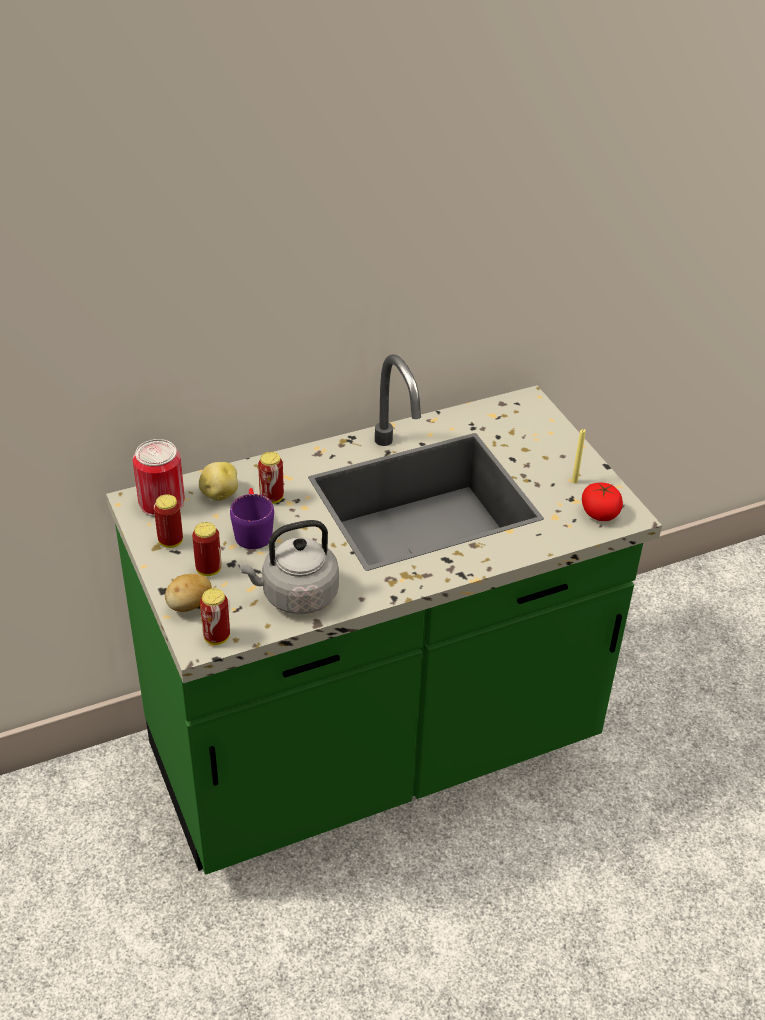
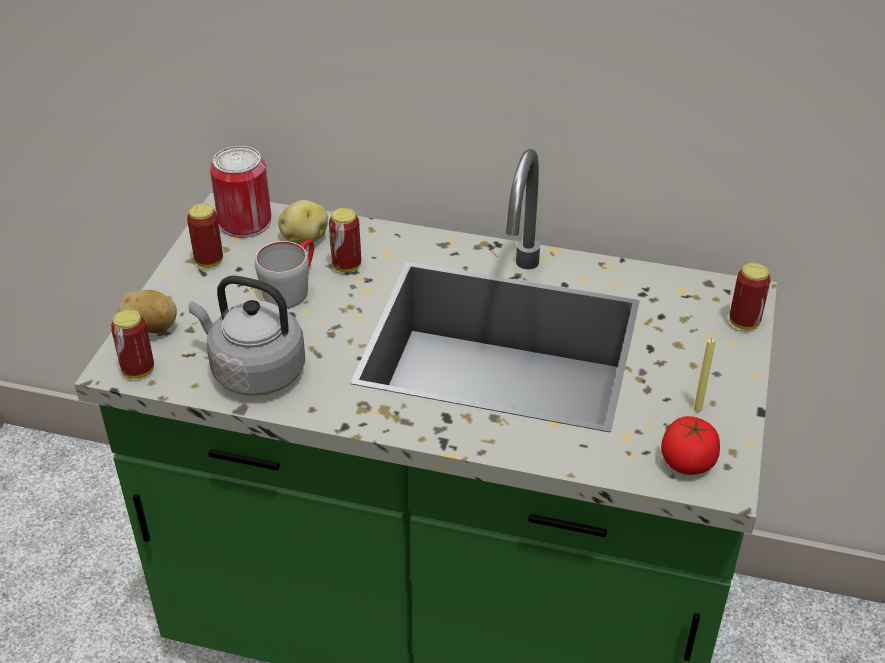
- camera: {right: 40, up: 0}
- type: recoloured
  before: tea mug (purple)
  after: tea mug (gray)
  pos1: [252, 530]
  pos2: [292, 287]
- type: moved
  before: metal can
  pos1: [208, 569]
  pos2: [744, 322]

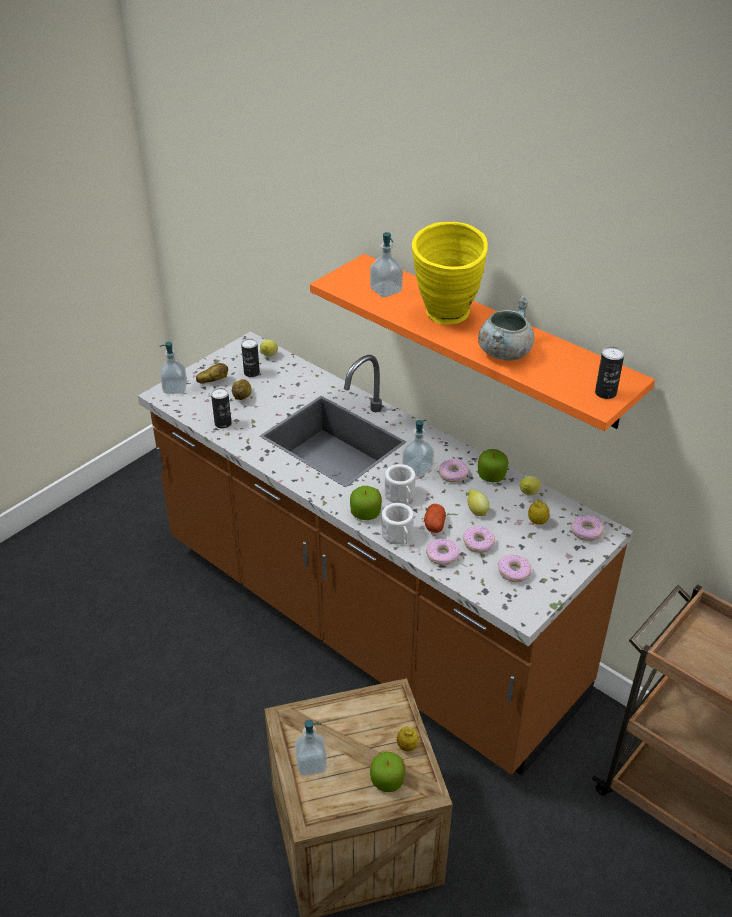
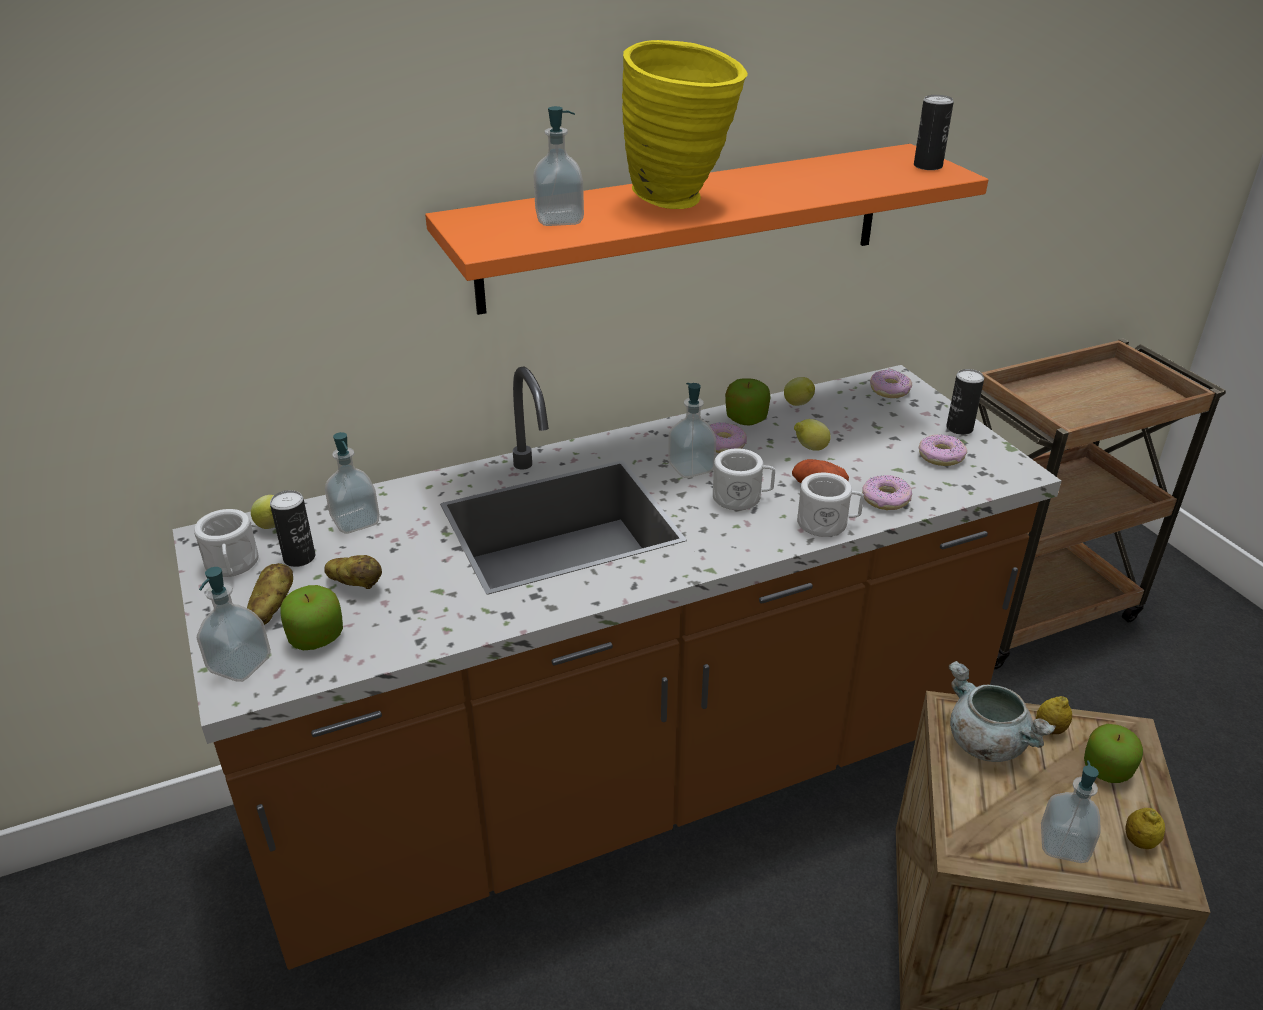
- camera: {right: -65, up: -5}
- type: moved
  before: saucepot (gray)
  pos1: [504, 352]
  pos2: [985, 742]
- type: moved
  before: metal can
  pos1: [223, 423]
  pos2: [959, 428]
- type: moved
  before: apple
  pos1: [365, 513]
  pos2: [316, 637]
- type: moved
  before: lemon
  pos1: [537, 521]
  pos2: [1139, 841]
- type: removed
  before: donut
  pos1: [478, 543]
- type: added
  after: soap dispenser
  pos2: [355, 521]
- type: added
  after: tea mug (white)
  pos2: [232, 566]

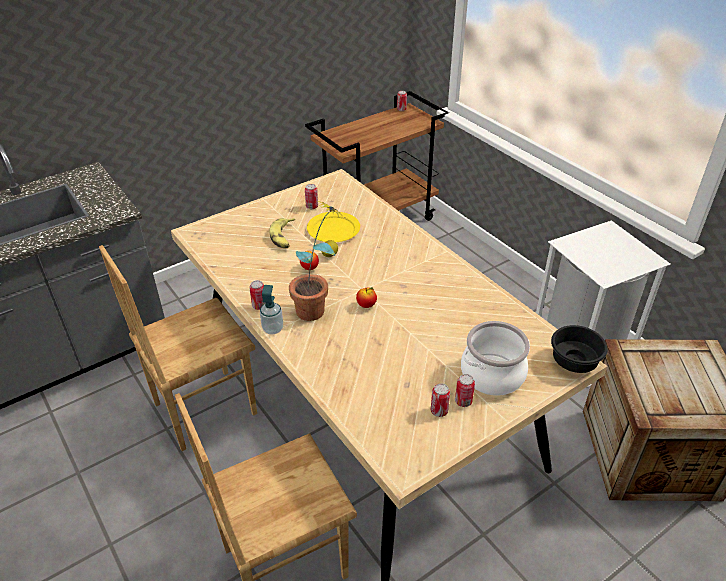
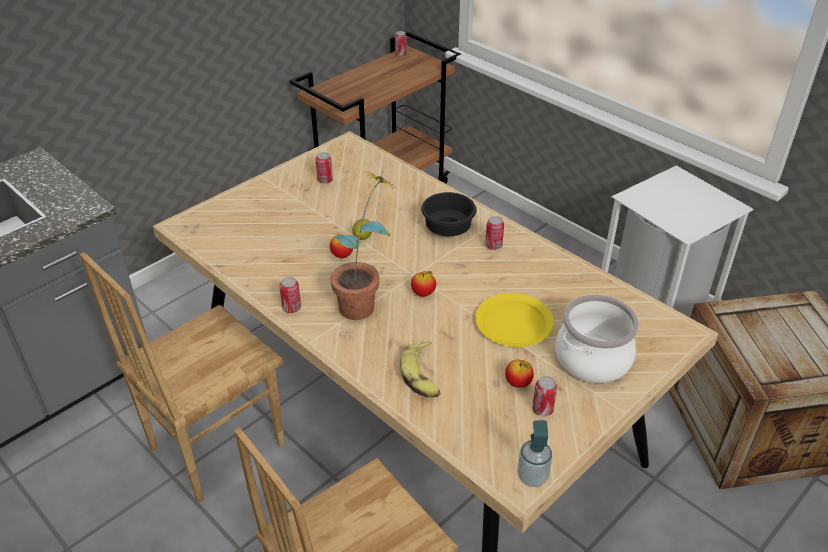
- camera: {right: -10, up: 0}
- type: moved
  before: plate (yellowish)
  pos1: [333, 229]
  pos2: [513, 323]
- type: moved
  before: whole banana
  pos1: [283, 237]
  pos2: [422, 375]
- type: moved
  before: soap dispenser
  pos1: [273, 329]
  pos2: [532, 476]
- type: moved
  before: deep dish (black-coloured)
  pos1: [576, 362]
  pos2: [449, 229]
- type: moved
  before: metal can
  pos1: [463, 401]
  pos2: [493, 246]
- type: added
  after: apple
  pos2: [518, 383]

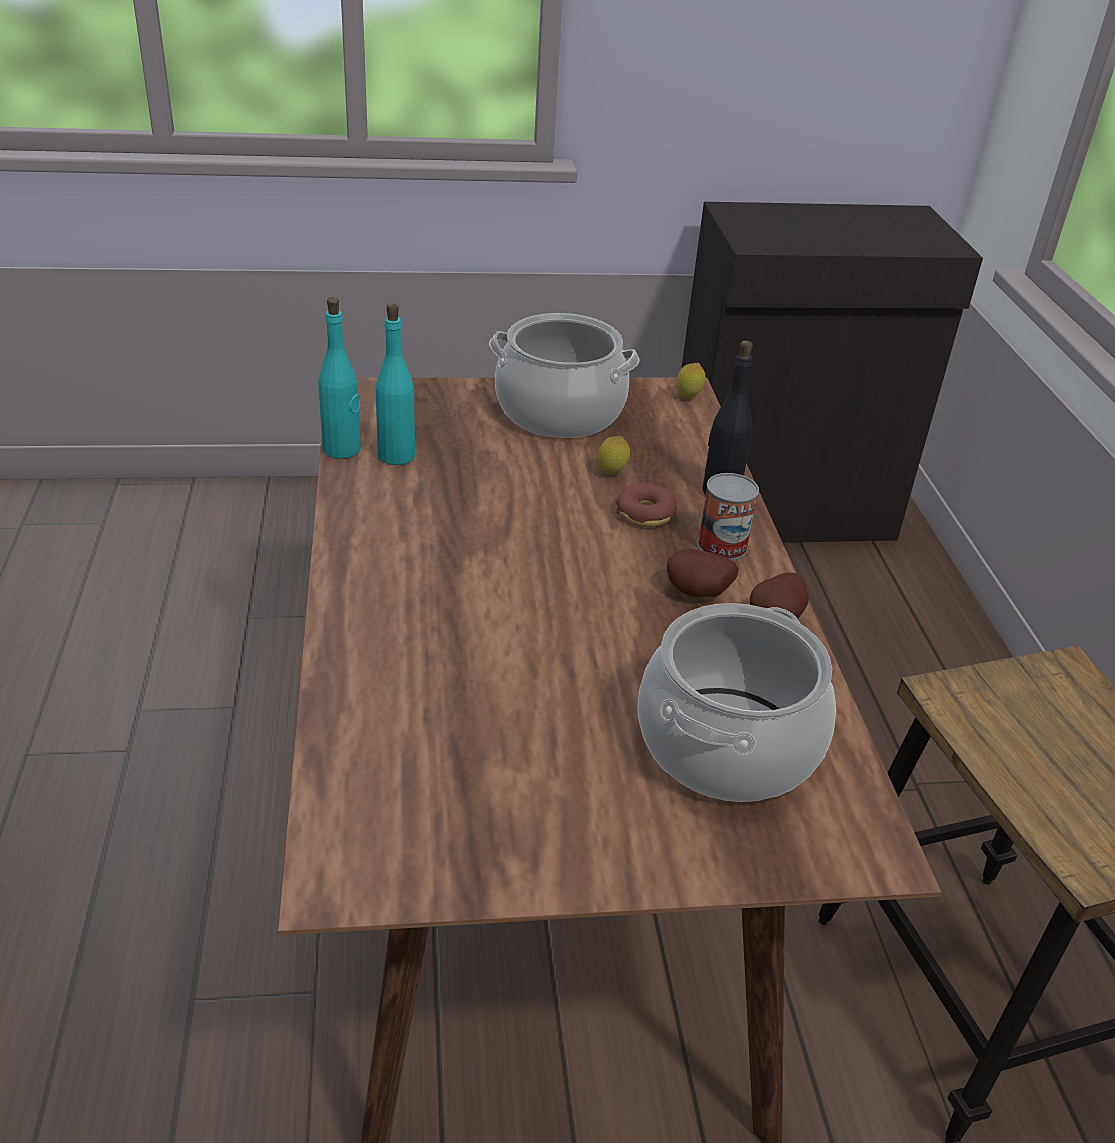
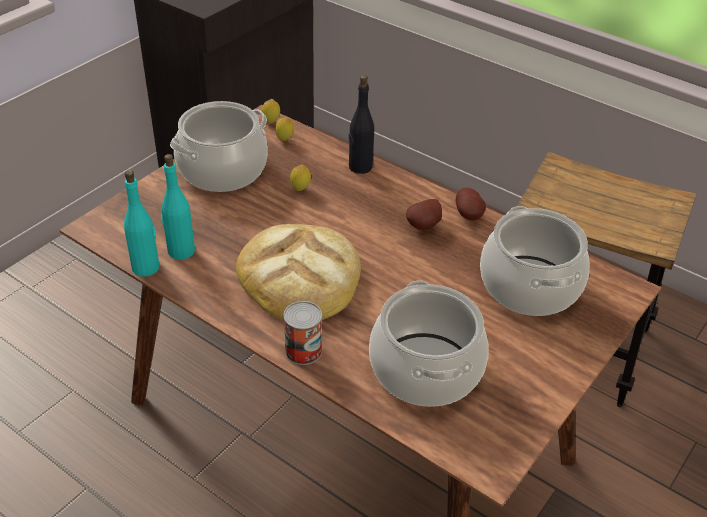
- camera: {right: -45, up: 5}
- type: moved
  before: metal can
  pos1: [722, 545]
  pos2: [303, 351]
- type: removed
  before: donut
  pos1: [645, 513]
- type: added
  after: lemon
  pos2: [285, 140]
- type: added
  after: baked bread
  pos2: [299, 277]
- type: added
  after: saucepot
  pos2: [425, 369]

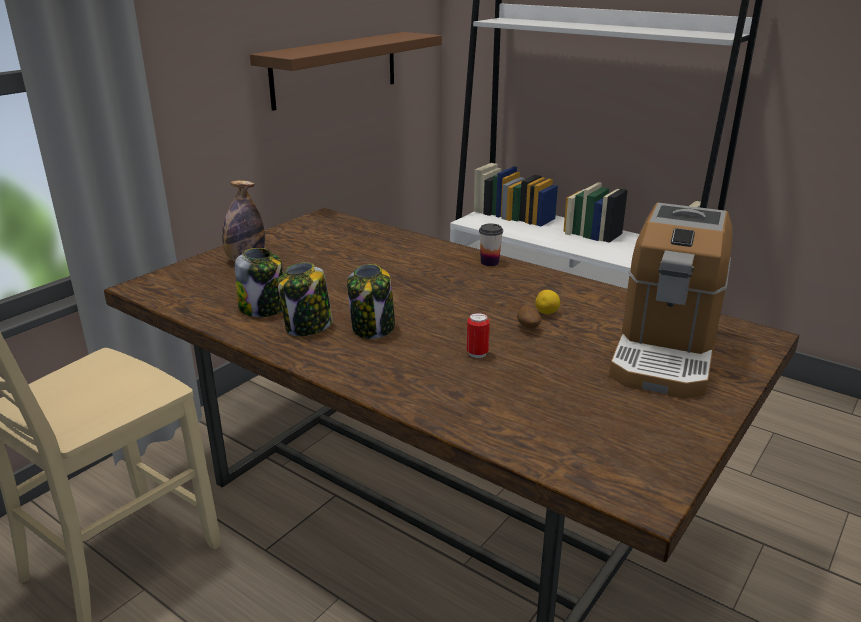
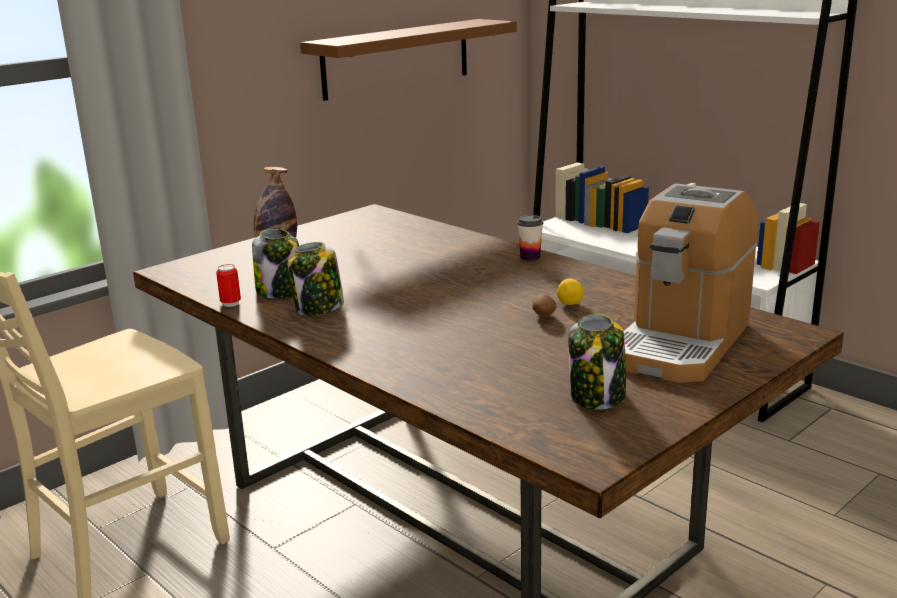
- camera: {right: 10, up: -5}
- type: moved
  before: jar
  pos1: [373, 328]
  pos2: [597, 396]
- type: moved
  before: metal can
  pos1: [477, 353]
  pos2: [230, 303]

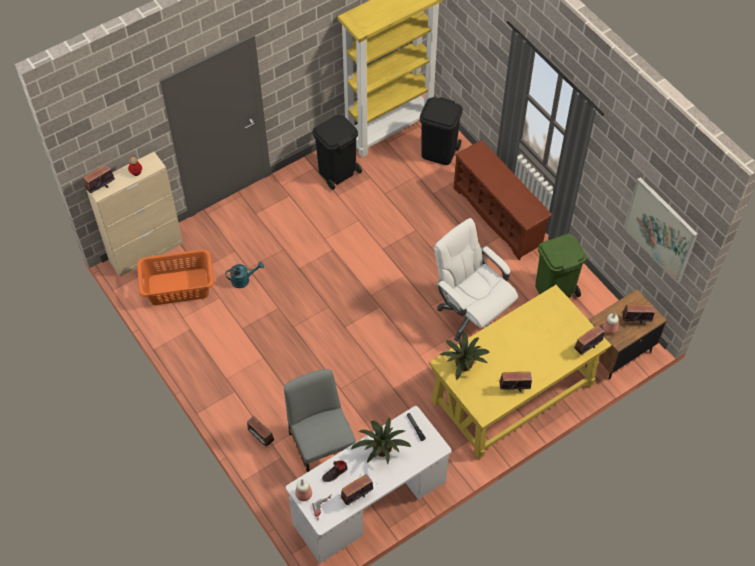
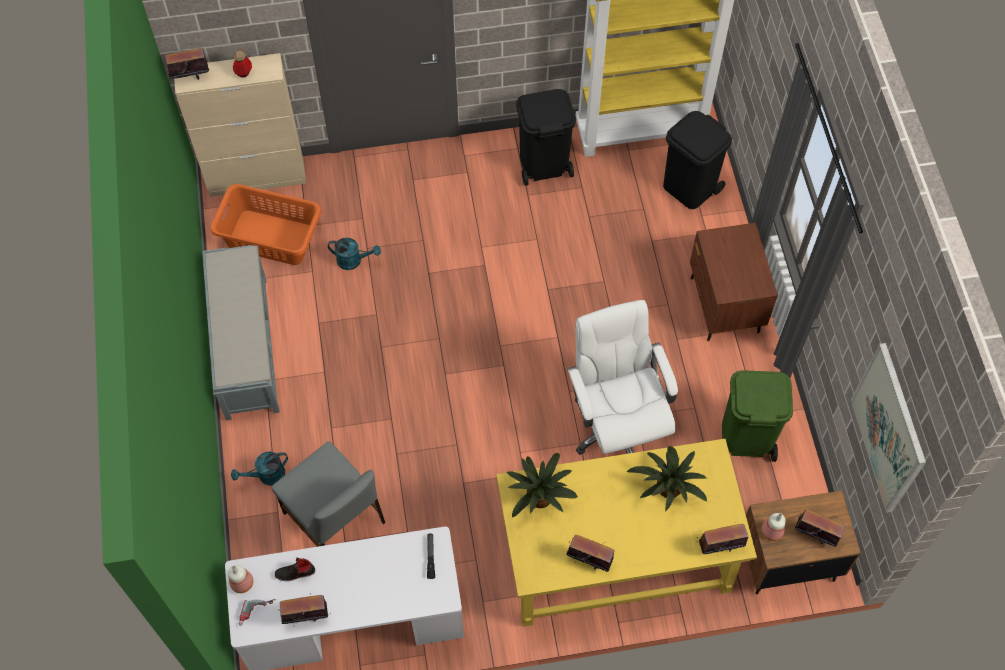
- camera: {right: 25, up: 5}
- type: replaced
  before: shoe stand (brownish)
  after: nightstand (brownish)
  pos1: [499, 216]
  pos2: [724, 306]
- type: turned
  before: plain chair (gray)
  pos1: [322, 446]
  pos2: [334, 520]
  turn: 135
- type: replaced
  before: radio set
  after: watering pot (blue-green)
  pos1: [261, 438]
  pos2: [266, 476]
- type: moved
  before: houseplant
  pos1: [381, 450]
  pos2: [667, 489]
- type: added
  after: bench (gray)
  pos2: [246, 346]

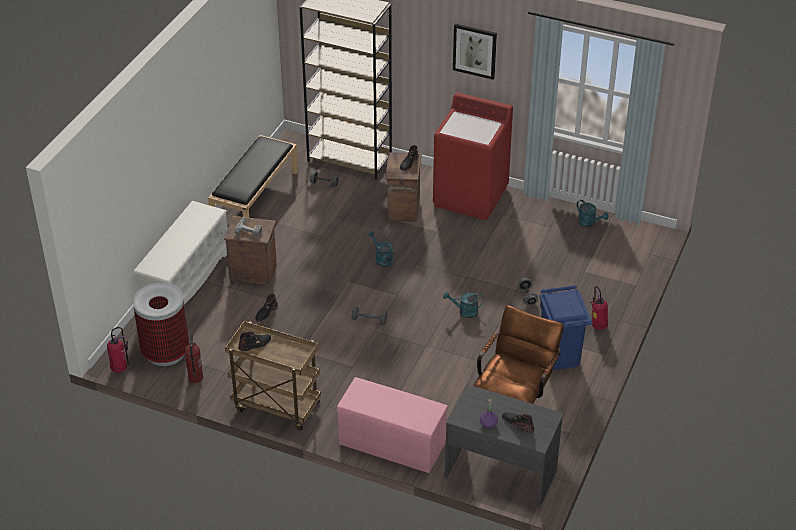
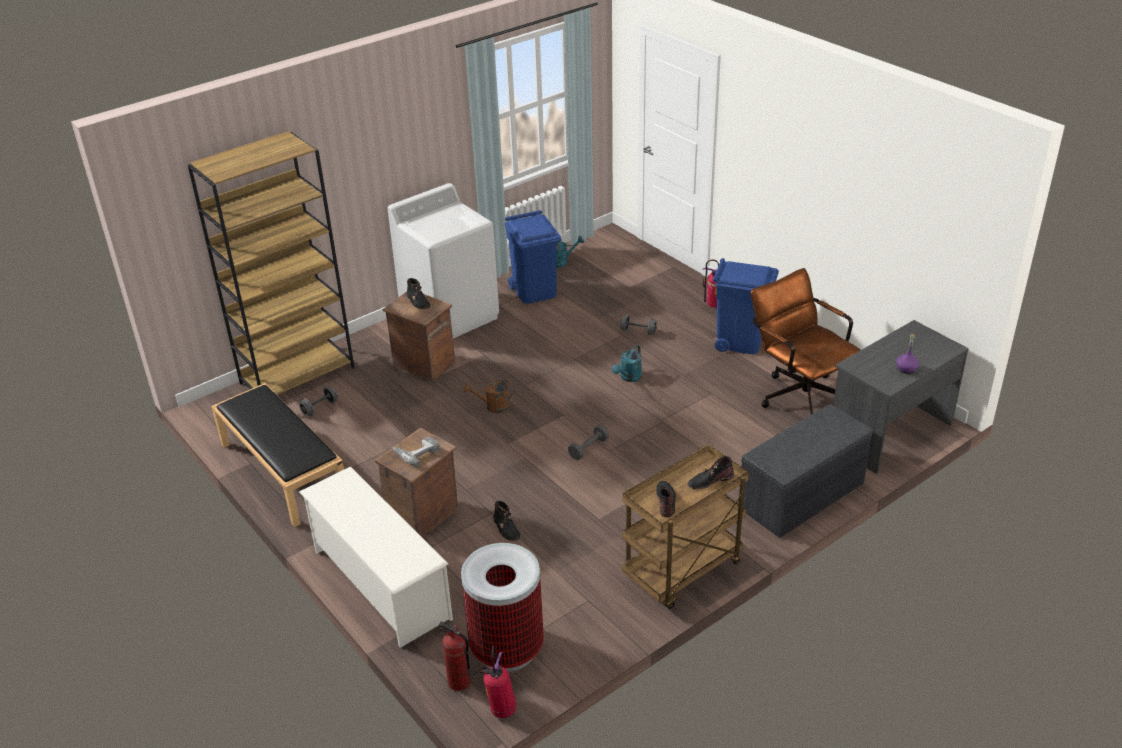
- camera: {right: -60, up: -5}
- type: removed
  before: wall art
  pos1: [475, 50]
- type: recoloured
  before: washing machine (reddish)
  after: washing machine (white)
  pos1: [471, 196]
  pos2: [450, 315]
- type: recoloured
  before: watering pot (blue-green)
  after: watering pot (brownish)
  pos1: [382, 259]
  pos2: [493, 406]
- type: moved
  before: fire-fighting cylinder
  pos1: [195, 378]
  pos2: [458, 682]
- type: recoloured
  before: bench (pink)
  after: bench (gray)
  pos1: [391, 443]
  pos2: [801, 496]
- type: moved
  before: boot (black-coloured)
  pos1: [518, 423]
  pos2: [710, 480]
- type: added
  after: waste bin (blue)
  pos2: [535, 291]

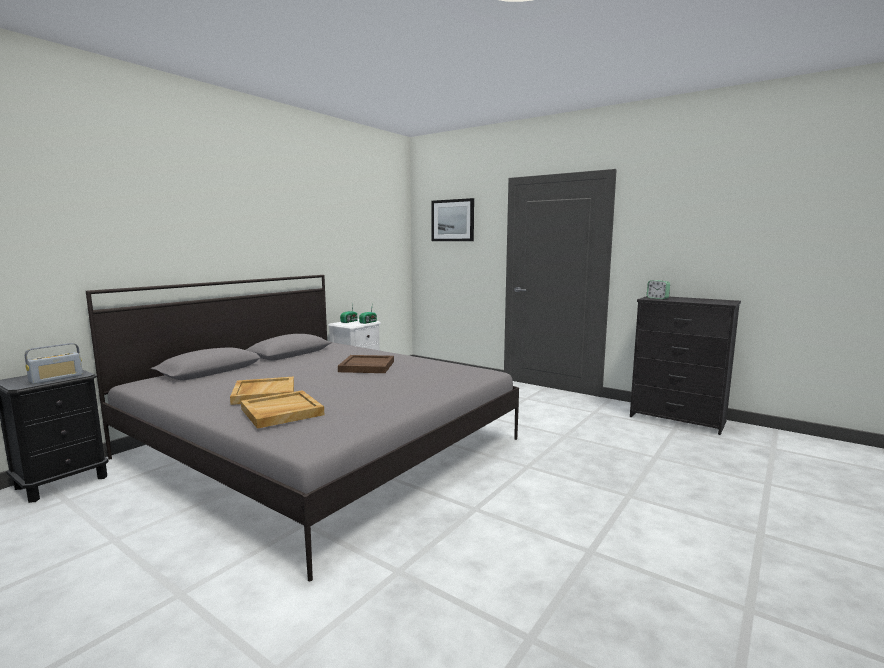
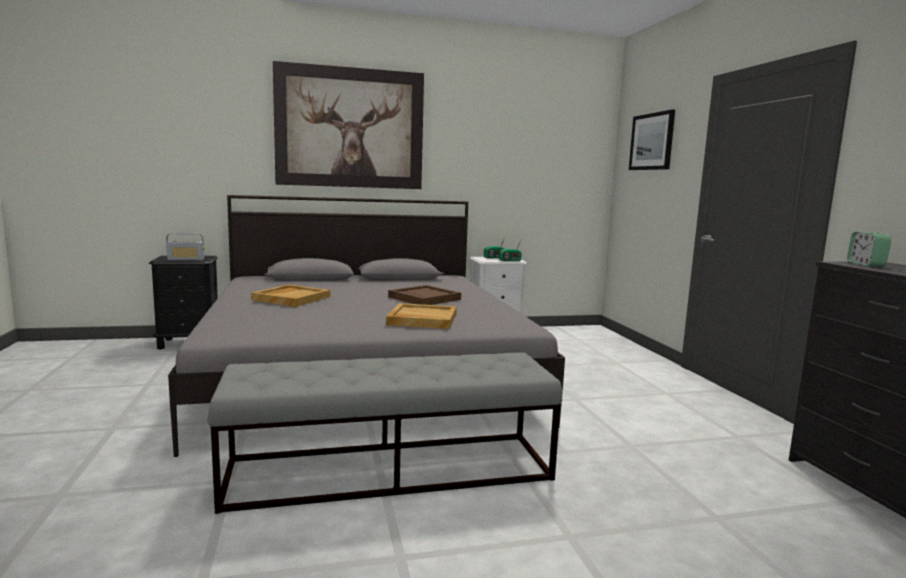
- camera: {right: 40, up: 0}
- type: moved
  before: carrying tray (beige)
  pos1: [281, 412]
  pos2: [422, 319]
- type: added
  after: wall art
  pos2: [350, 128]
- type: added
  after: bench (gray)
  pos2: [391, 470]

